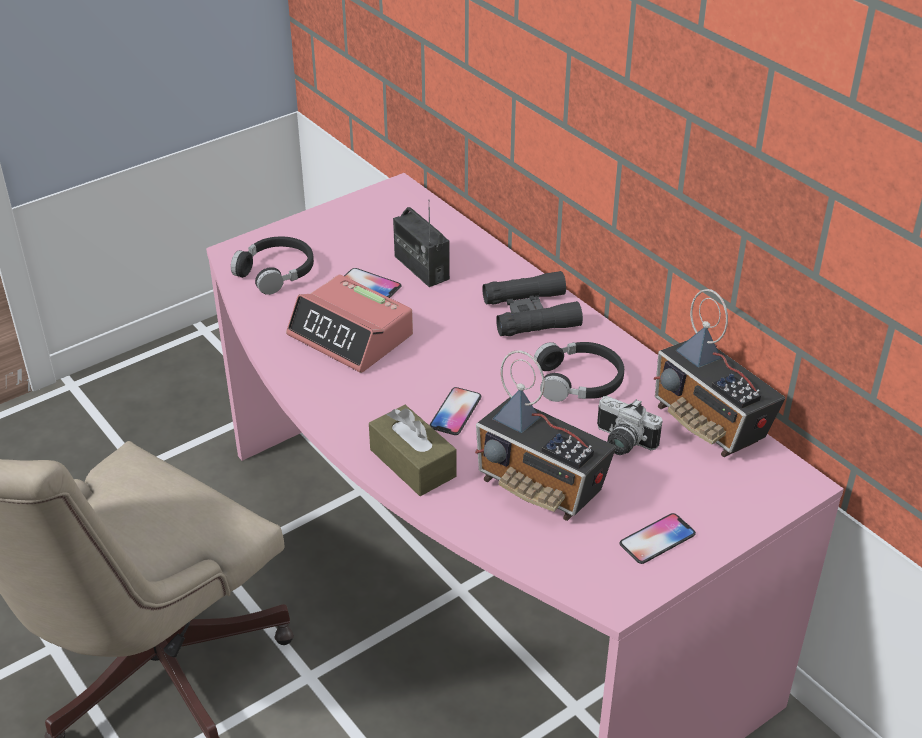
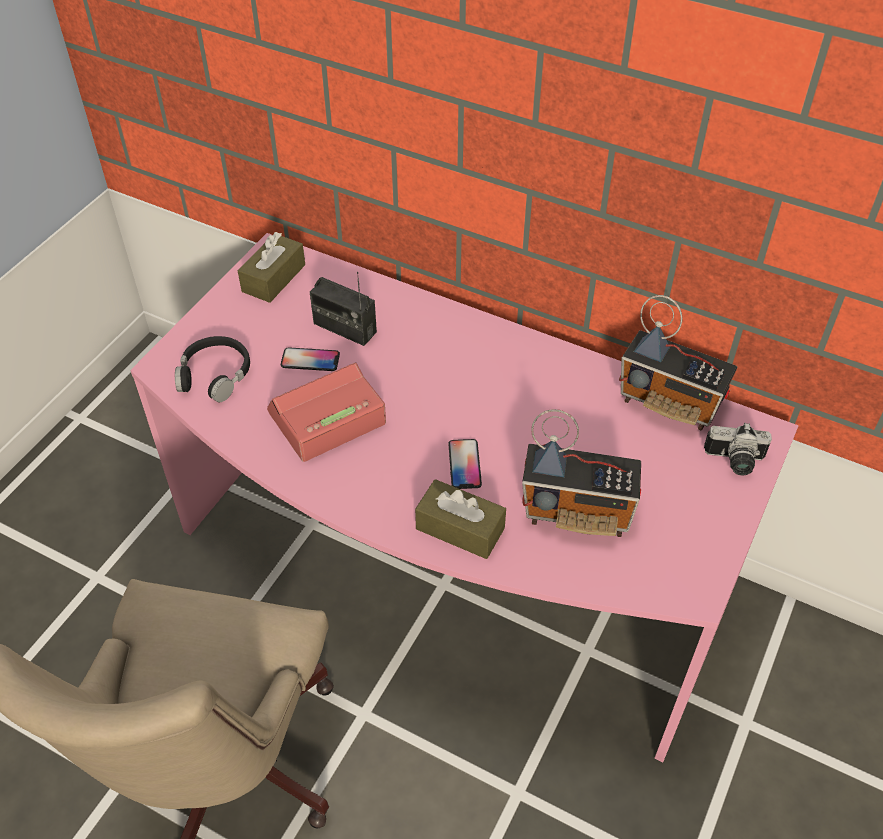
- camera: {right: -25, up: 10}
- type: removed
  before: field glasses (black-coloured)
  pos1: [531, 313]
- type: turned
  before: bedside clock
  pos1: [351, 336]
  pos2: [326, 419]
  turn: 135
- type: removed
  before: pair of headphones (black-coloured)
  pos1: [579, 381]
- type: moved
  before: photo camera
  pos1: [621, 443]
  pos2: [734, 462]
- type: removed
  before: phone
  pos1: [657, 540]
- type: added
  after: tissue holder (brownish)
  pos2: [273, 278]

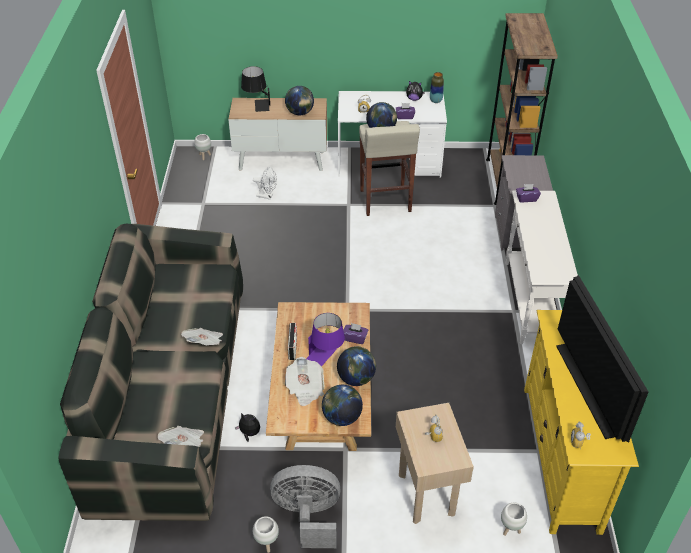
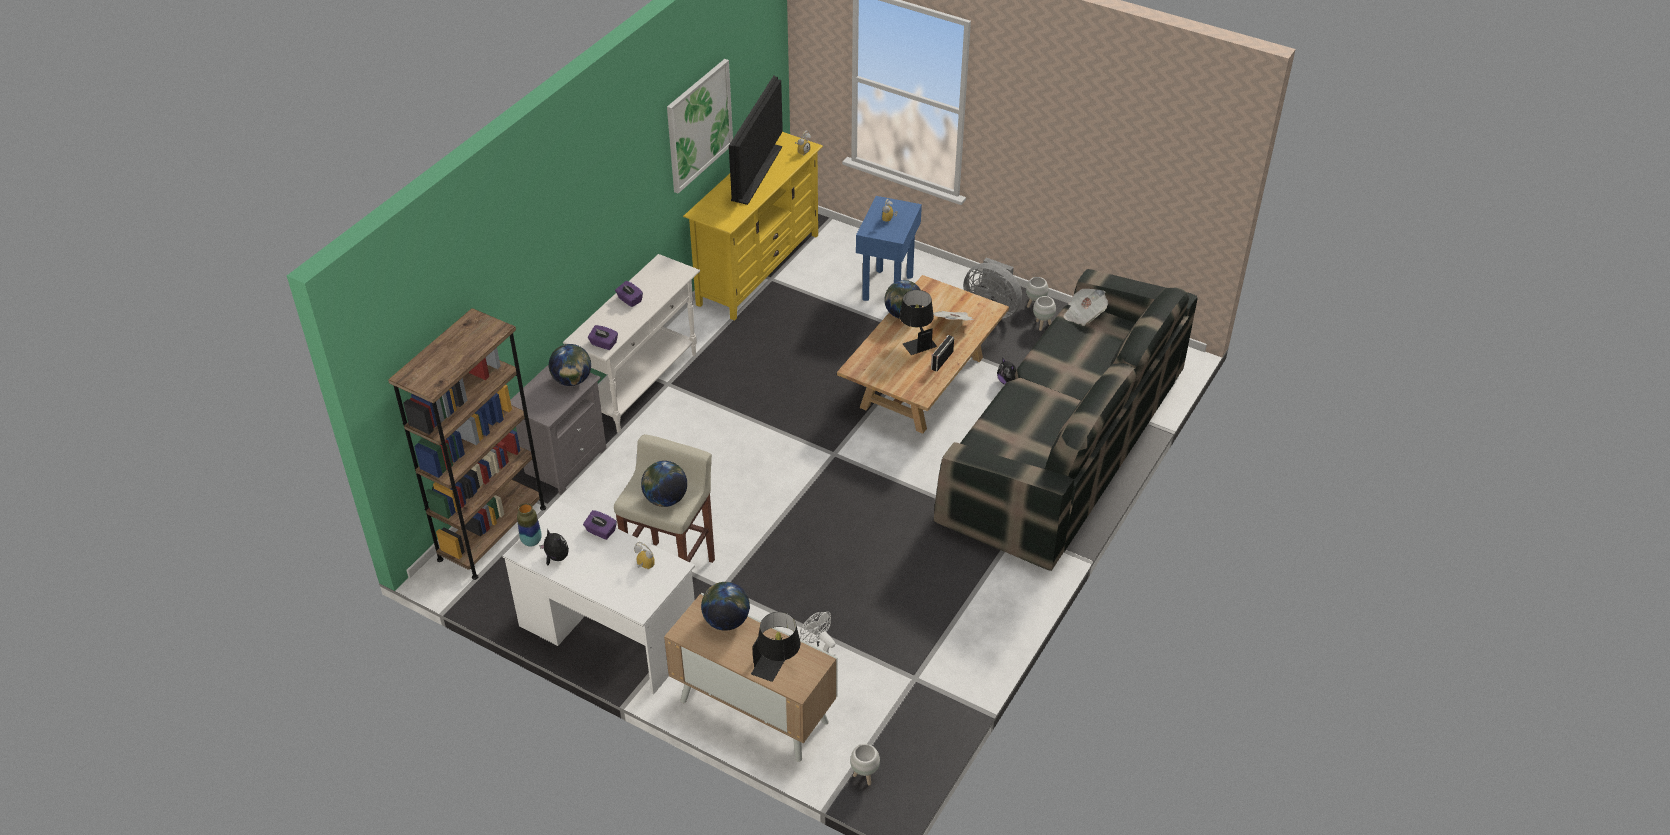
- camera: {right: -150, up: 0}
- type: recoloured
  before: tabletop lamp (purple)
  after: tabletop lamp (black-coloured)
  pos1: [326, 356]
  pos2: [916, 341]
- type: moved
  before: tissue holder (purple)
  pos1: [355, 338]
  pos2: [629, 300]
- type: removed
  before: daily paper
  pos1: [205, 343]
- type: moved
  before: globe
  pos1: [342, 417]
  pos2: [572, 380]
- type: recoloured
  before: end table (beige)
  after: end table (blue)
  pos1: [427, 494]
  pos2: [887, 288]
- type: moved
  before: planter (white)
  pos1: [510, 530]
  pos2: [1042, 325]
- type: added
  after: wall art
  pos2: [699, 125]

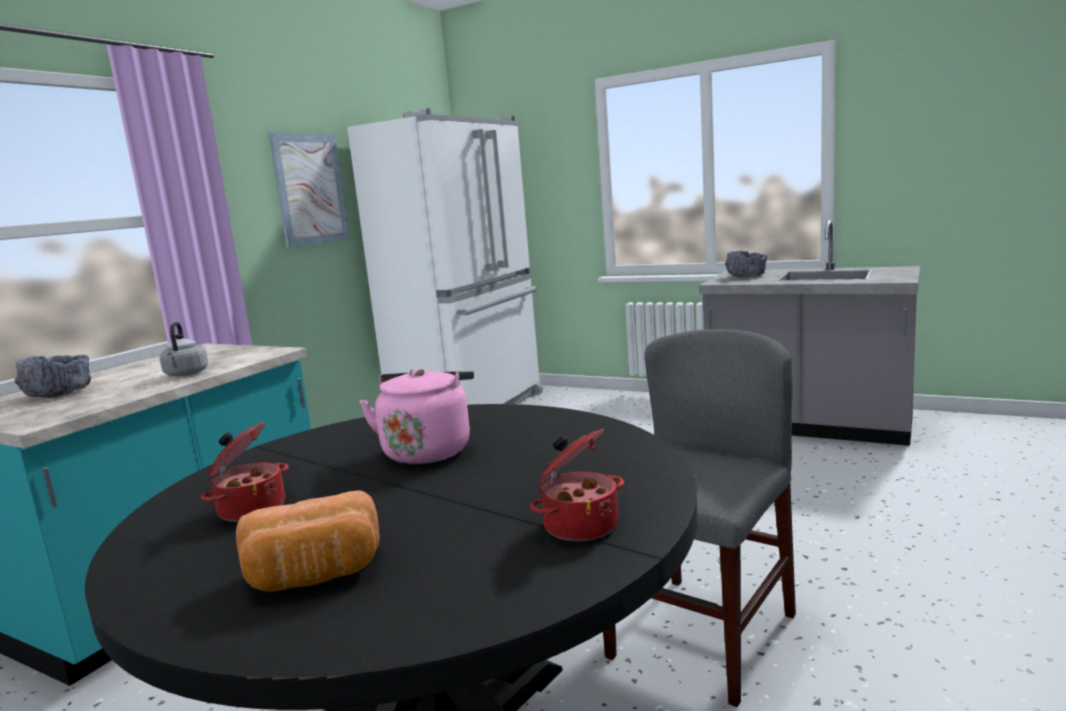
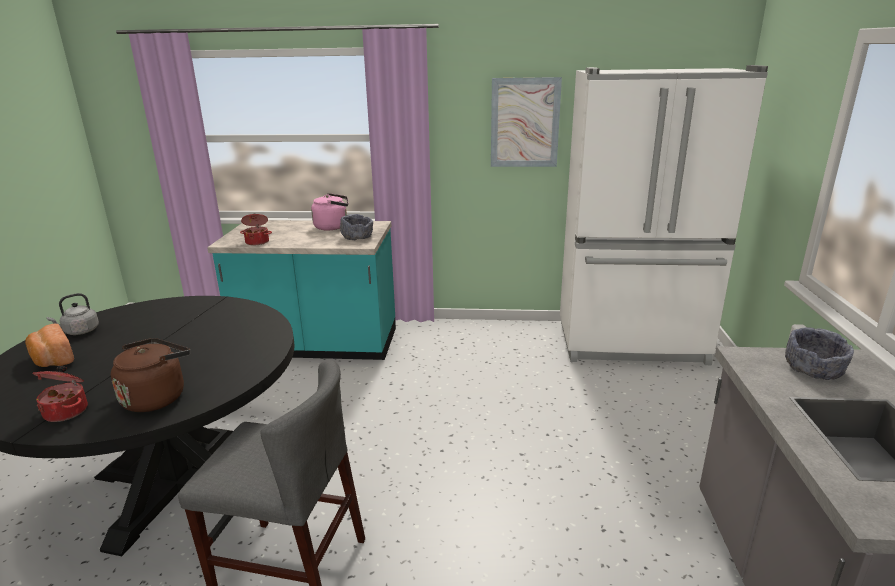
- camera: {right: 65, up: 10}
- type: moved
  before: water kettle (gray)
  pos1: [186, 374]
  pos2: [79, 331]
- type: moved
  before: deep dish (gray)
  pos1: [59, 394]
  pos2: [357, 237]
- type: moved
  before: water kettle (pink)
  pos1: [428, 450]
  pos2: [333, 227]
- type: moved
  before: saucepot
  pos1: [250, 508]
  pos2: [257, 242]
- type: added
  after: water kettle (brownish)
  pos2: [157, 397]

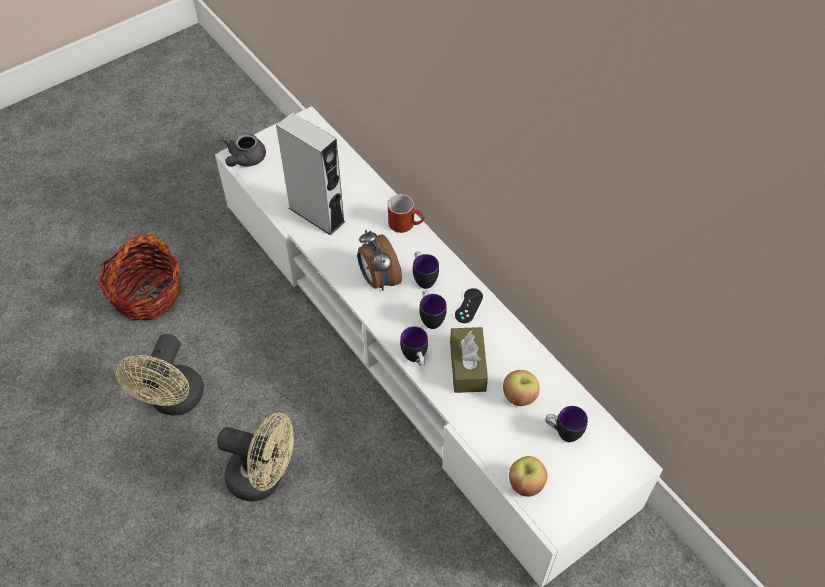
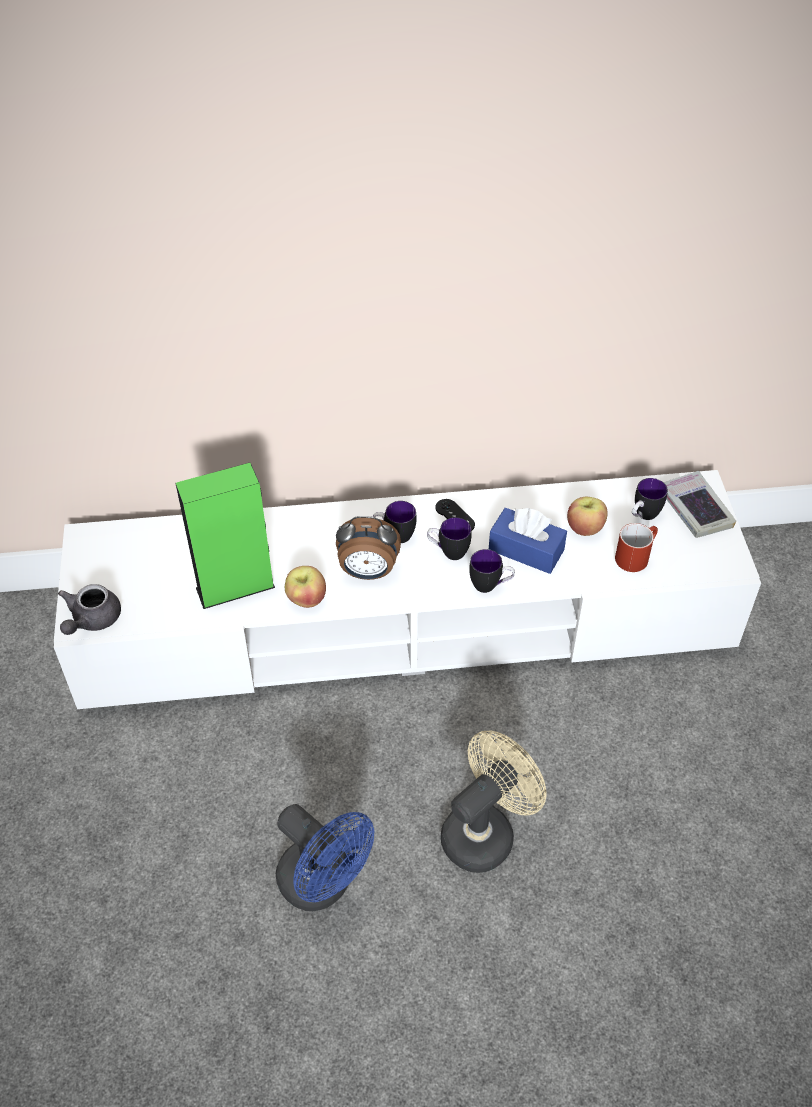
- camera: {right: -60, up: -5}
- type: recoloured
  before: speaker (gray)
  after: speaker (green)
  pos1: [316, 215]
  pos2: [235, 587]
- type: turned
  before: pot for tea (gray)
  pos1: [245, 160]
  pos2: [91, 620]
  turn: 60
- type: moved
  before: tea mug (reddish)
  pos1: [406, 223]
  pos2: [635, 555]
- type: removed
  before: storage basket
  pos1: [147, 294]
- type: recoloured
  before: tissue holder (brownish)
  after: tissue holder (blue)
  pos1: [467, 366]
  pos2: [526, 550]
- type: recoloured
  before: electric fan (beige)
  after: electric fan (blue)
  pos1: [174, 401]
  pos2: [323, 885]
- type: moved
  before: apple
  pos1: [525, 483]
  pos2: [306, 599]
- type: added
  after: volume
  pos2: [695, 509]

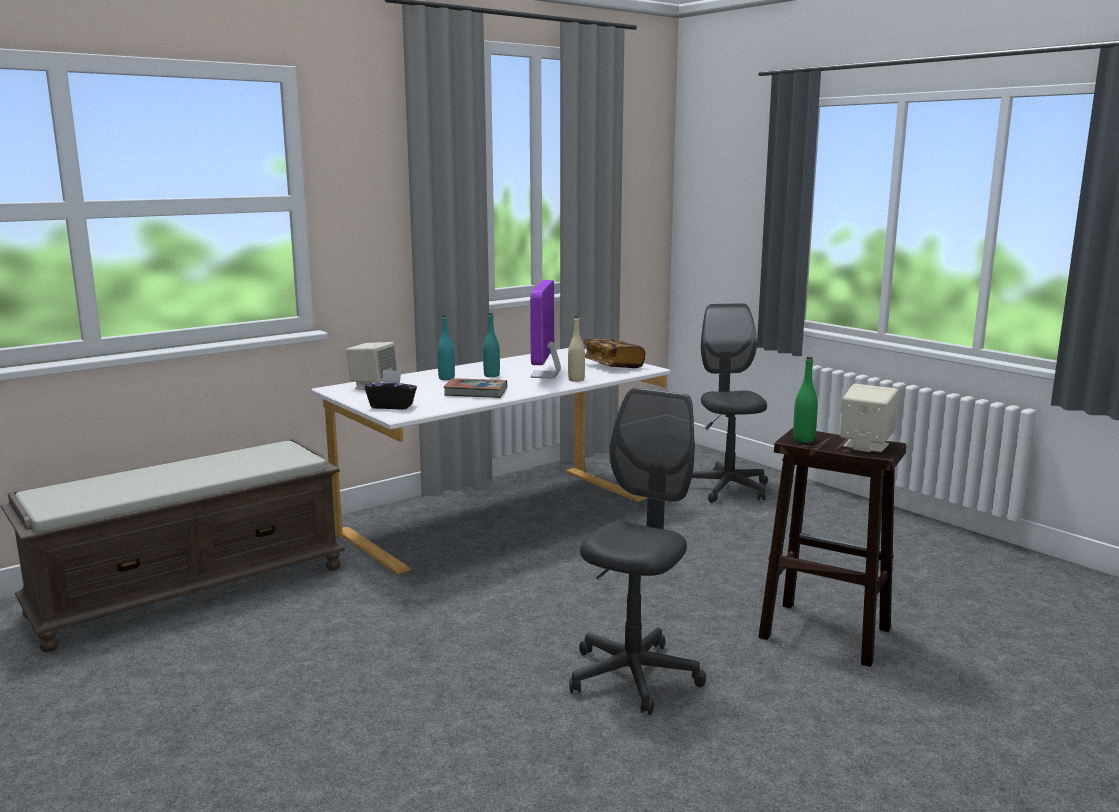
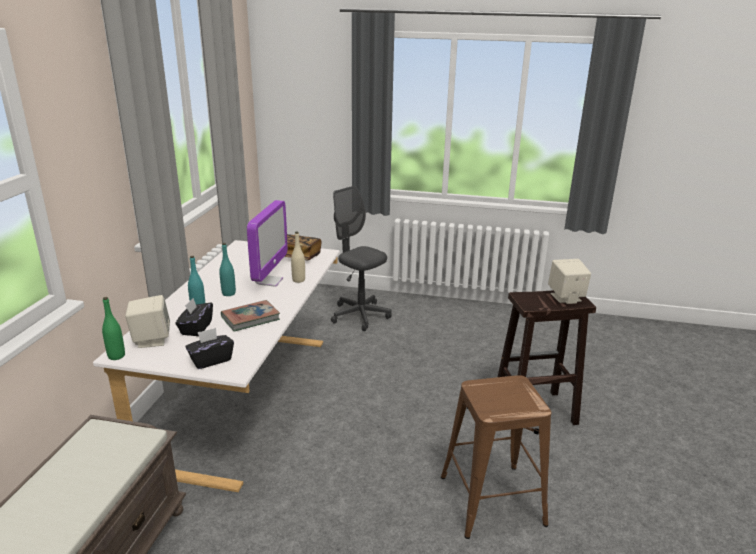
- camera: {right: -40, up: 10}
- type: turned
  before: computer screen
  pos1: [545, 375]
  pos2: [269, 281]
  turn: -135
- type: moved
  before: beverage bottle (green)
  pos1: [803, 440]
  pos2: [116, 356]
- type: replaced
  before: office chair (gray)
  after: stool seat (brownish)
  pos1: [633, 677]
  pos2: [491, 499]
- type: added
  after: tissue holder (black-coloured)
  pos2: [196, 328]

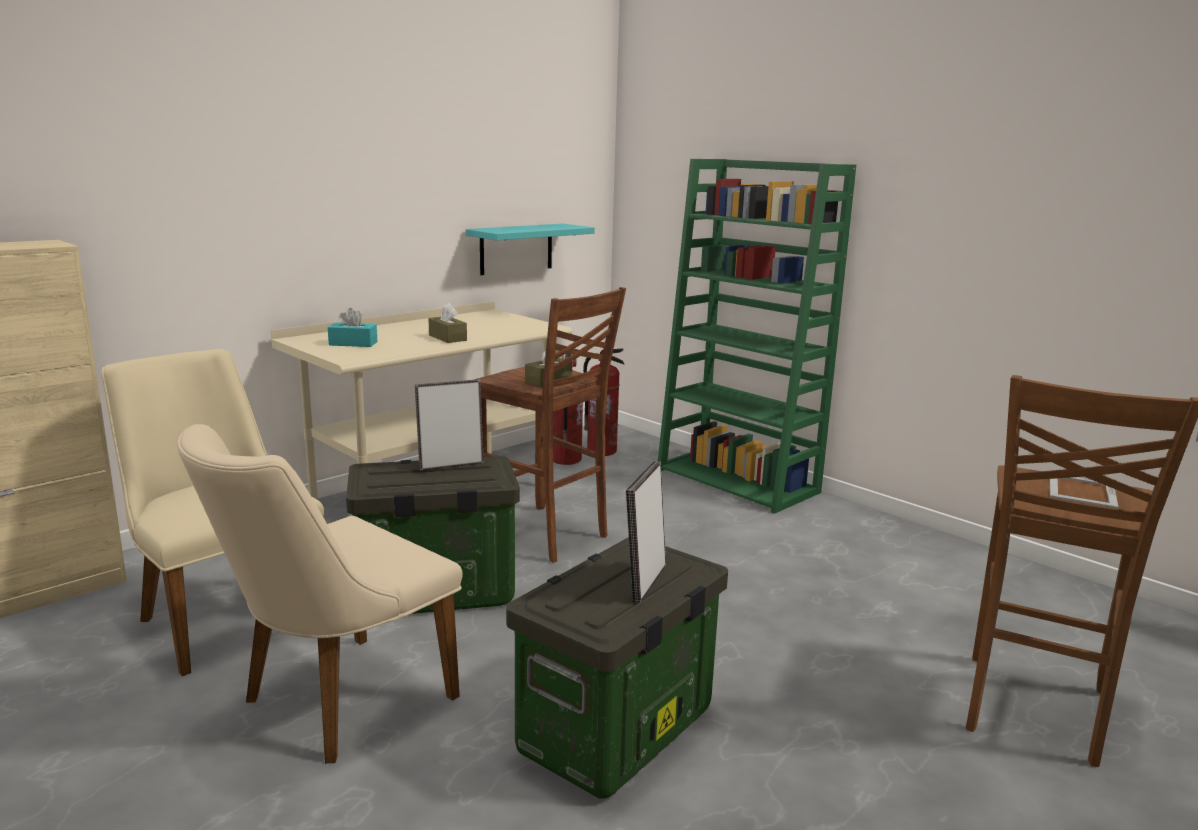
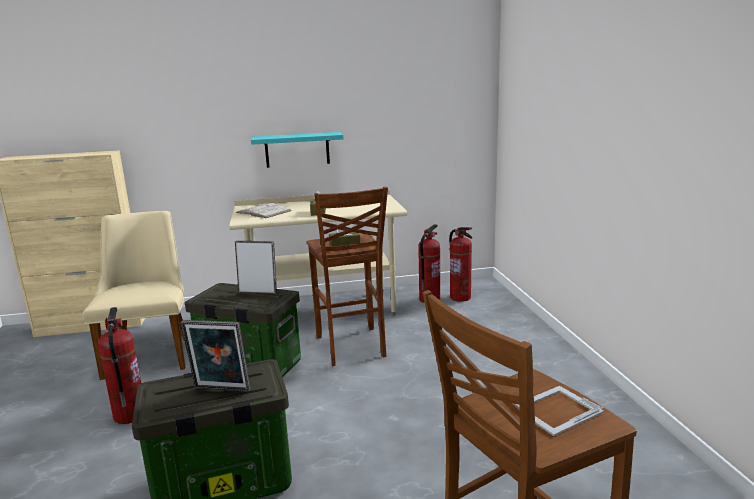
- camera: {right: 35, up: 0}
- type: removed
  before: bookshelf (green)
  pos1: [739, 481]
- type: moved
  before: bracket shelf (blue-green)
  pos1: [516, 248]
  pos2: [297, 149]
- type: replaced
  before: tissue holder (blue-green)
  after: volume (white)
  pos1: [353, 343]
  pos2: [263, 212]
- type: replaced
  before: plain chair (beige)
  after: fire-fighting cylinder
  pos1: [332, 705]
  pos2: [130, 415]
- type: turned
  before: photo frame
  pos1: [644, 582]
  pos2: [220, 390]
  turn: -135

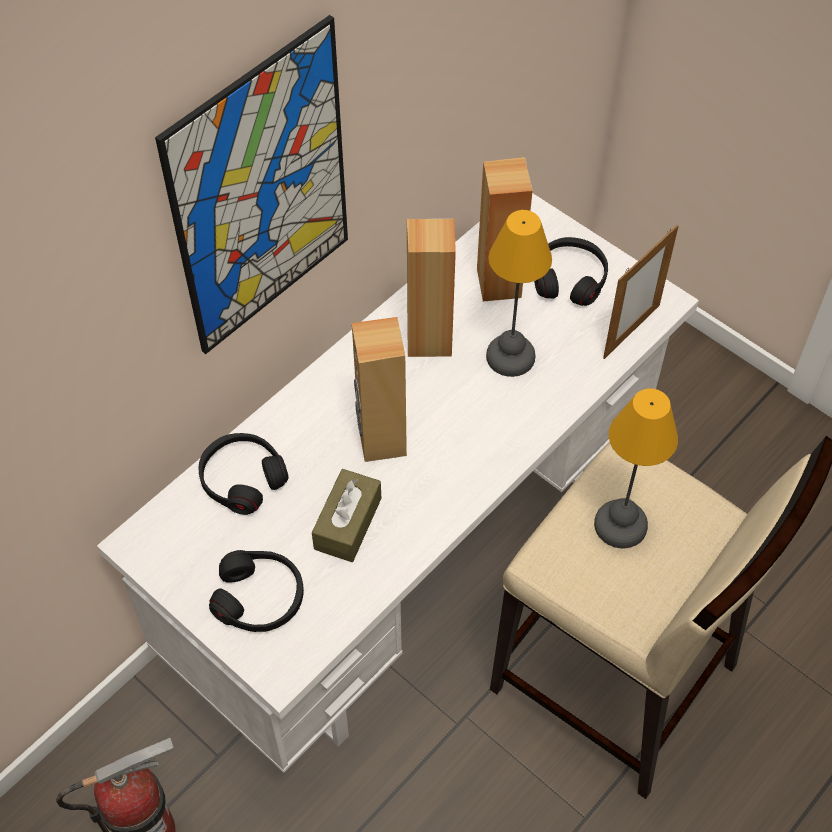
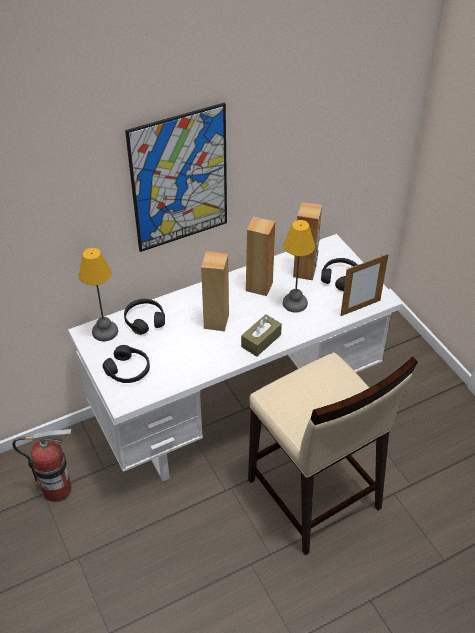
- camera: {right: 20, up: -10}
- type: moved
  before: tabletop lamp
  pos1: [622, 525]
  pos2: [105, 332]
- type: moved
  before: tissue holder (brownish)
  pos1: [348, 523]
  pos2: [261, 341]

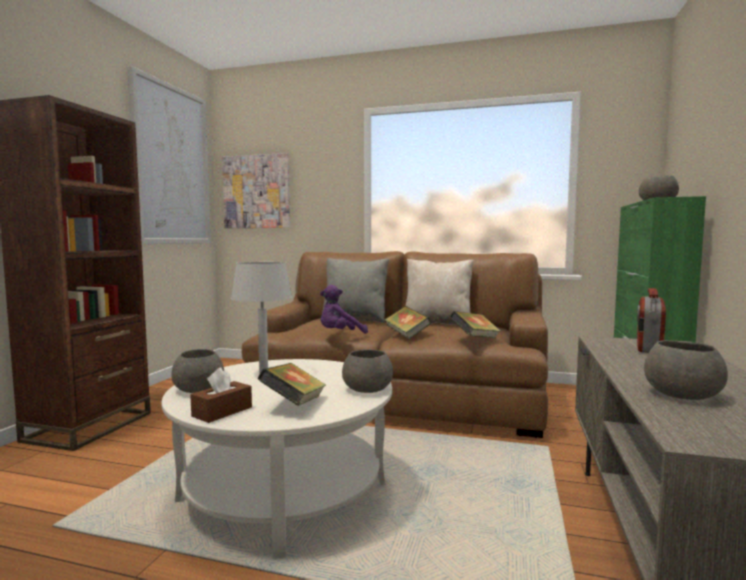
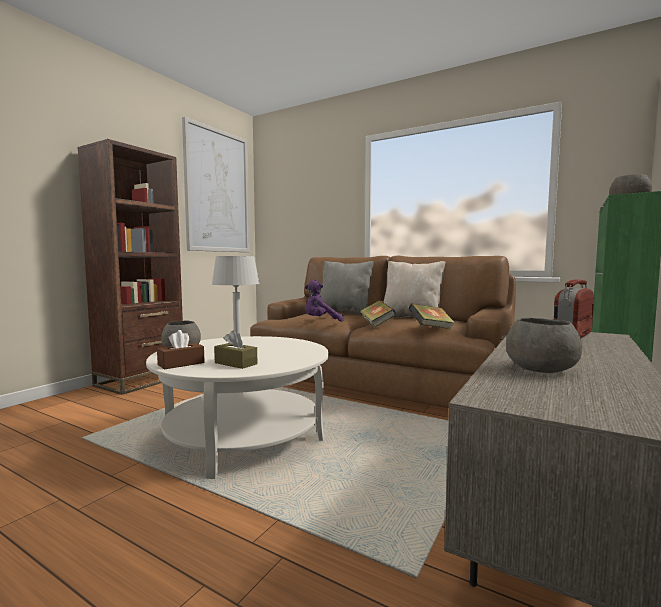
- camera: {right: 15, up: 0}
- type: removed
  before: wall art
  pos1: [257, 192]
- type: removed
  before: deep dish (gray)
  pos1: [368, 389]
- type: replaced
  before: volume
  after: tissue holder (brownish)
  pos1: [294, 404]
  pos2: [235, 363]

